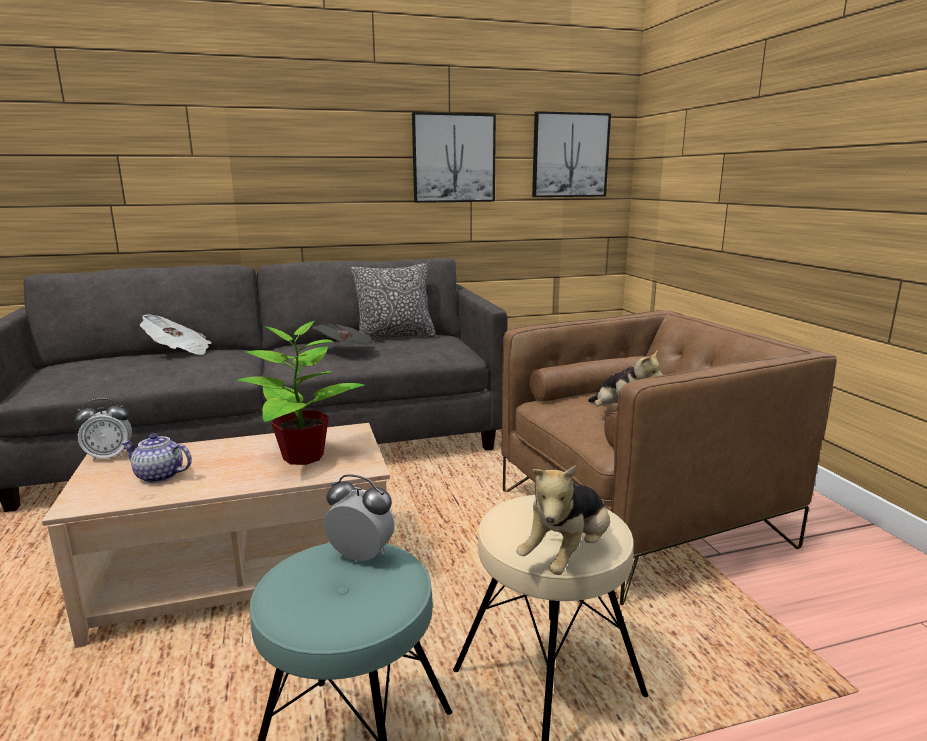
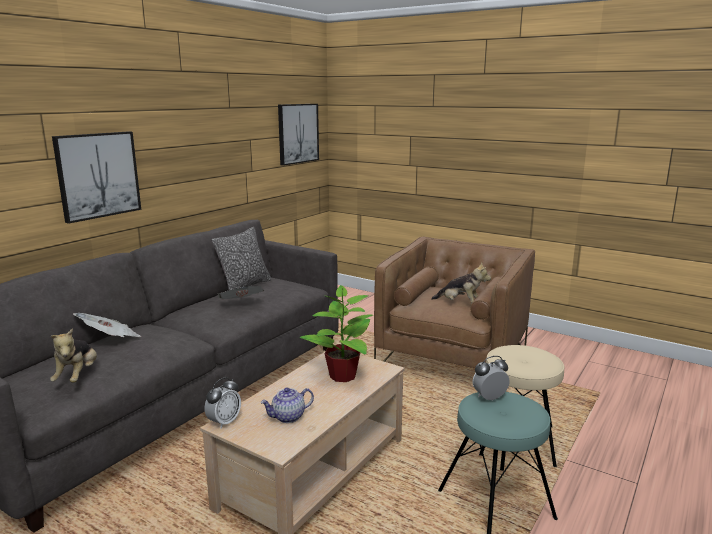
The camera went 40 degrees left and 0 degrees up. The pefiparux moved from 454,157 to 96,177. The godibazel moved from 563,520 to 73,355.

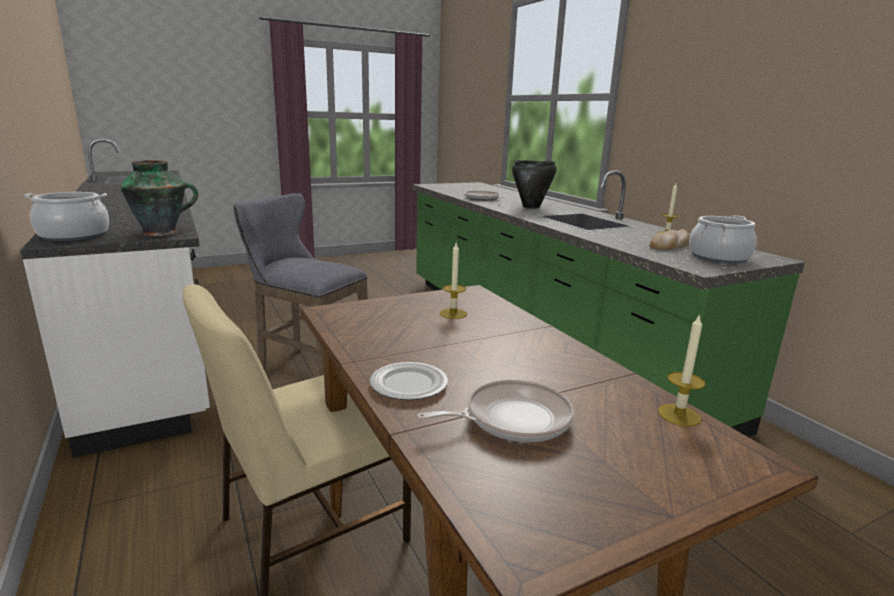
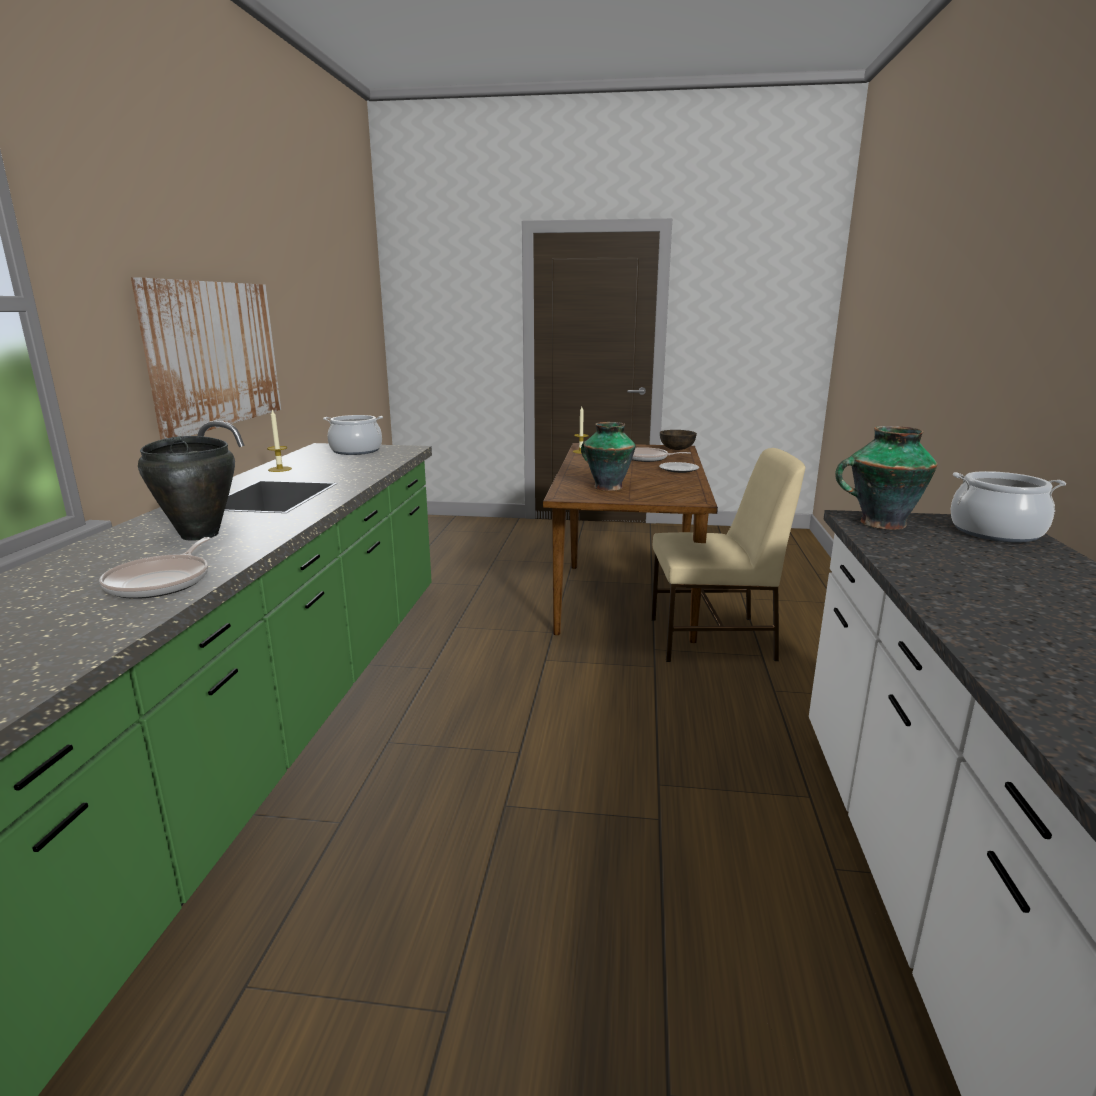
The camera went 145 degrees left and 0 degrees up. The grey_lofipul at 301,284 disappeared. The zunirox at 669,239 disappeared. The pefiparux at 206,358 appeared. The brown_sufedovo at 678,440 appeared. The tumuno at 453,281 was replaced by the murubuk at 608,456.

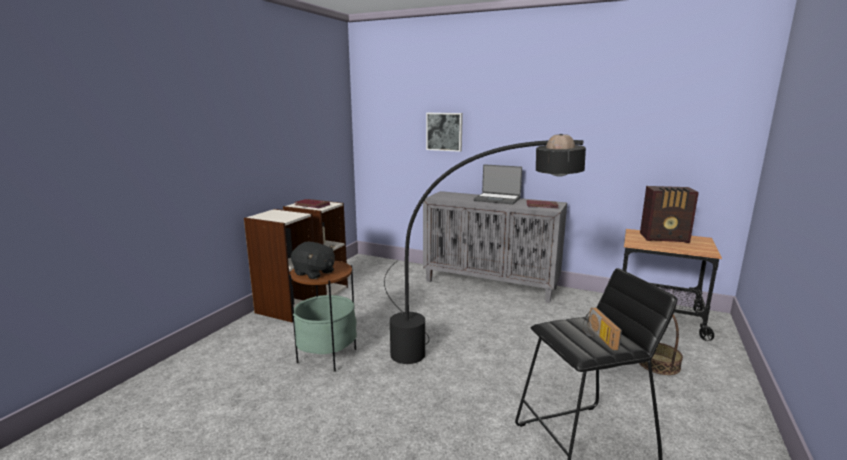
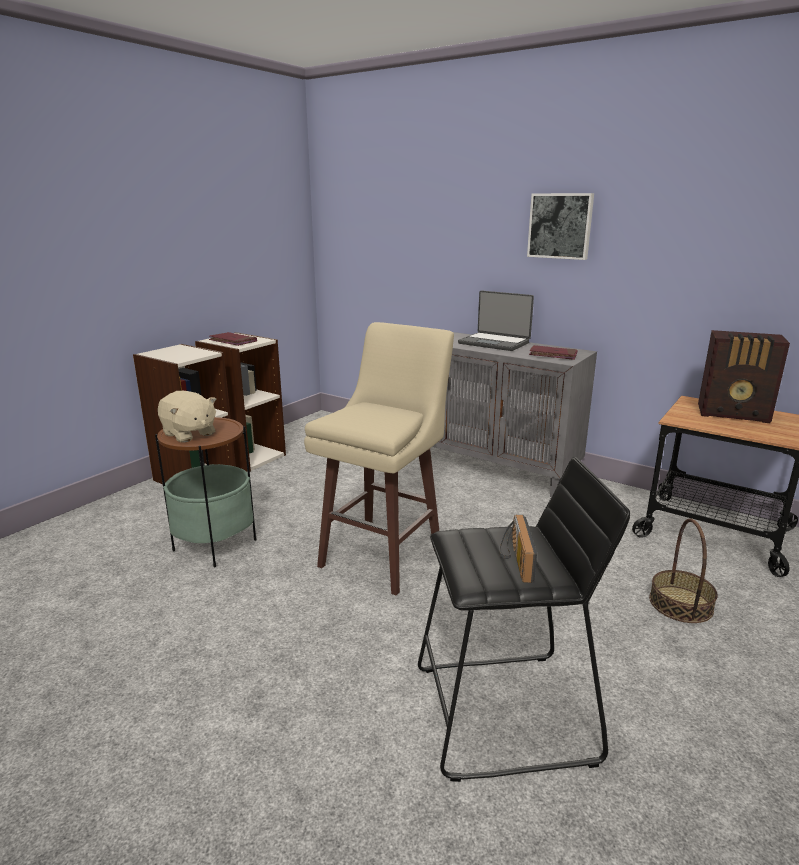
The camera went 10 degrees right and 5 degrees up. The pefiparux moved from 444,132 to 560,226. The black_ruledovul at 485,249 was replaced by the beige_lofipul at 379,459. The black_godibazel at 313,260 became the beige_godibazel at 187,417.

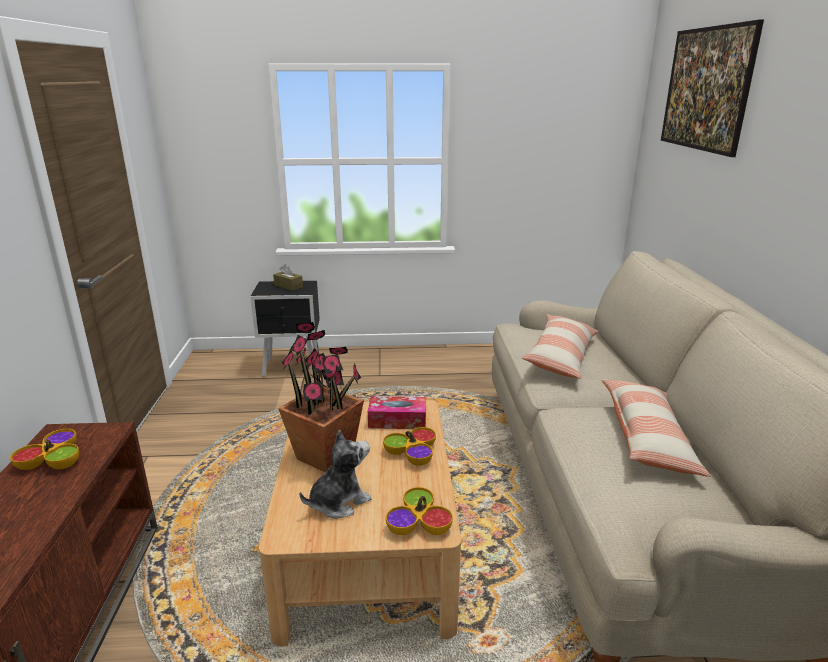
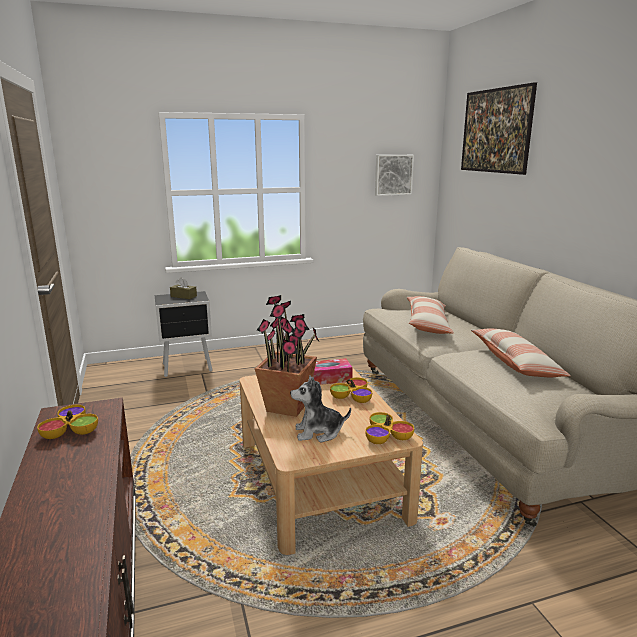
The camera went 15 degrees left and 5 degrees down. The pefiparux at 394,175 appeared. The godibazel at 336,474 turned 135 degrees counterclockwise.

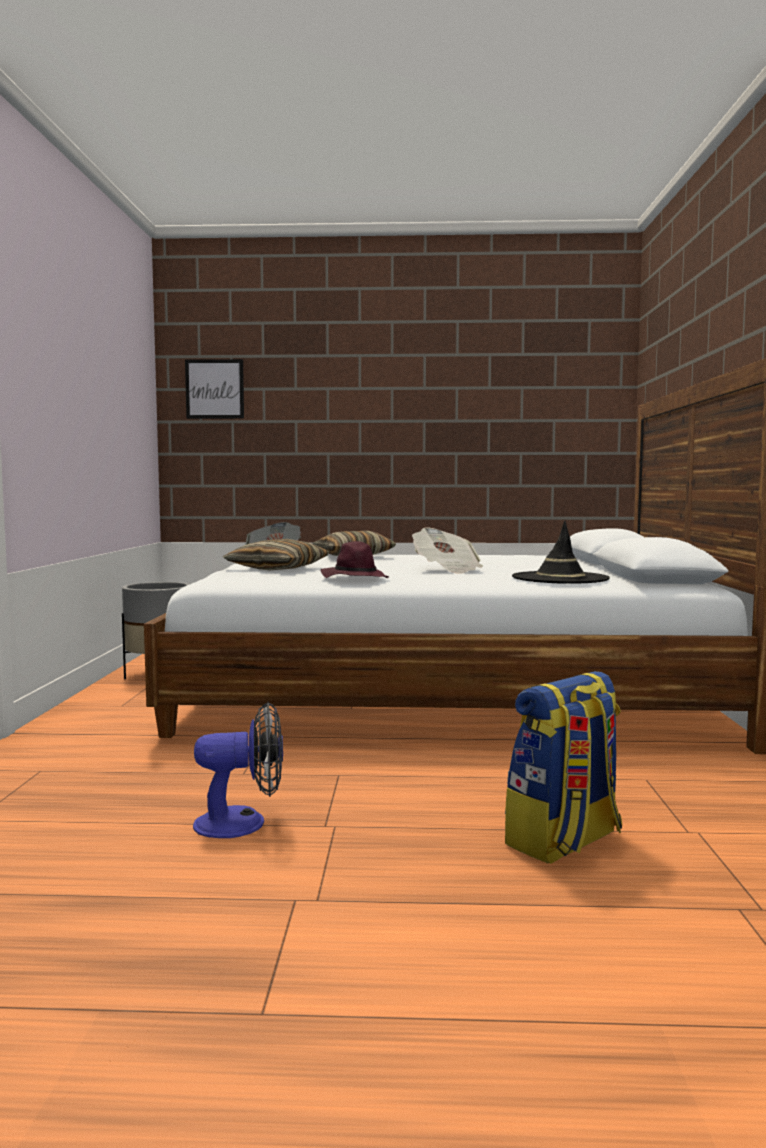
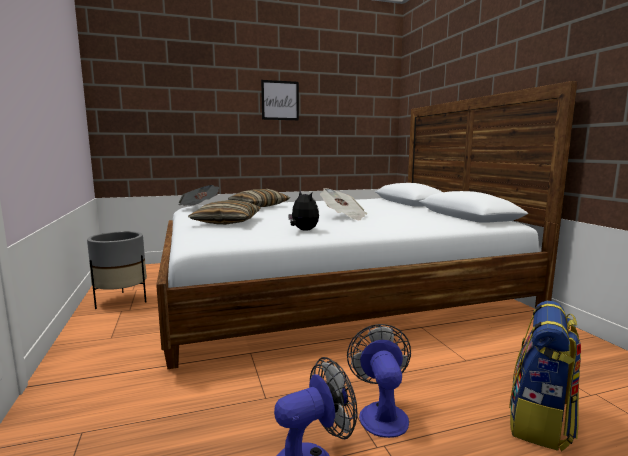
The camera went 20 degrees left and 5 degrees up. The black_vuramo at 561,552 disappeared. The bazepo at 379,381 appeared. The pefiparux moved from 214,389 to 280,100. The purple_vuramo at 354,560 was replaced by the godibazel at 303,211.

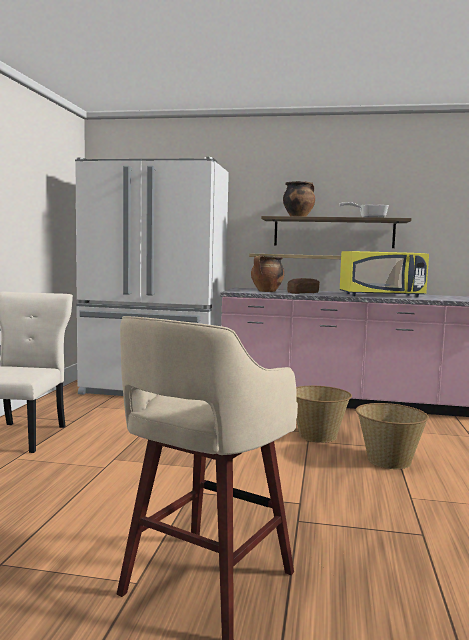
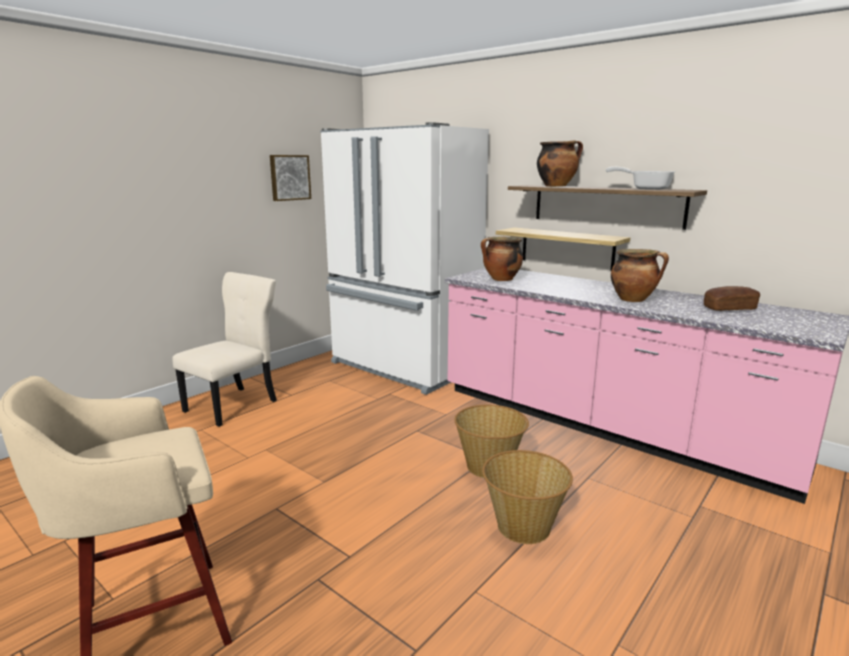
The camera went 30 degrees right and 10 degrees up. The pefiparux at 290,178 appeared. The zunirox moved from 303,286 to 732,298. The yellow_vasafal at 384,274 was replaced by the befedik at 640,275.

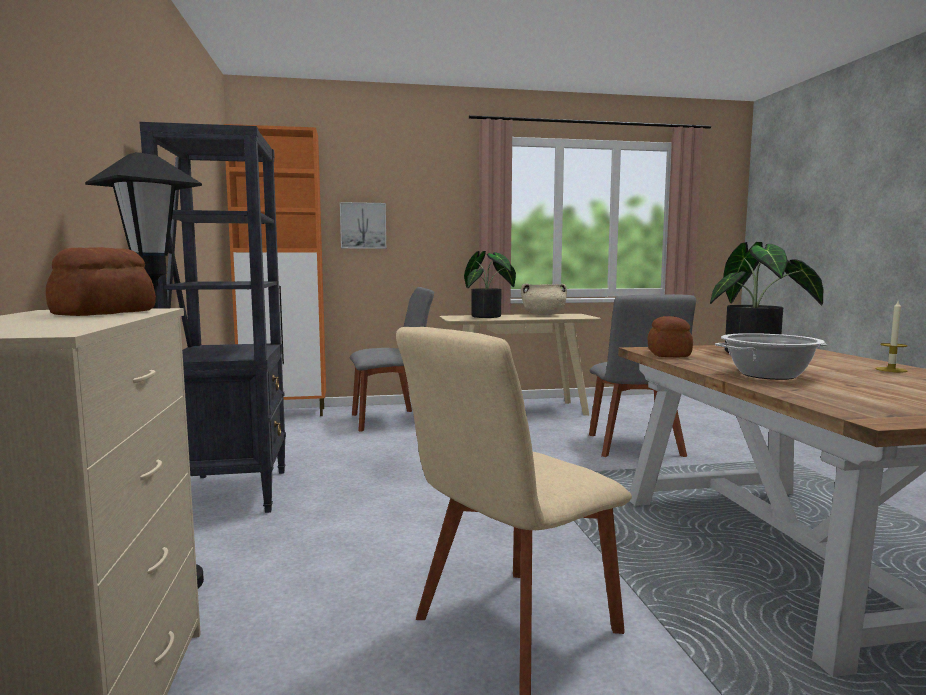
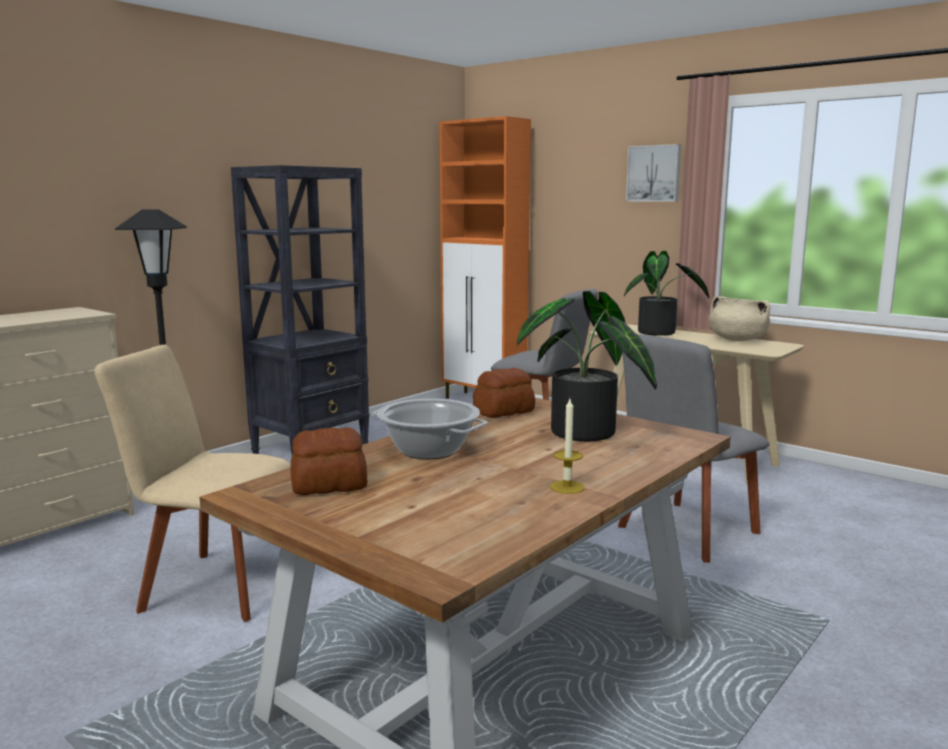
The camera went 50 degrees right and 5 degrees up. The zunirox moved from 101,281 to 329,461. The pefiparux moved from 363,225 to 653,173.

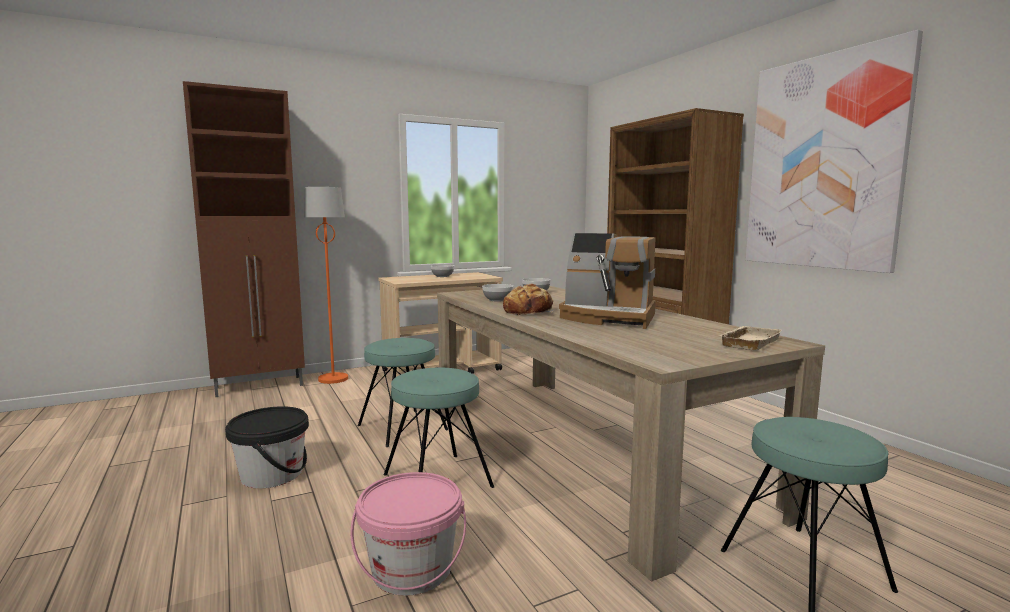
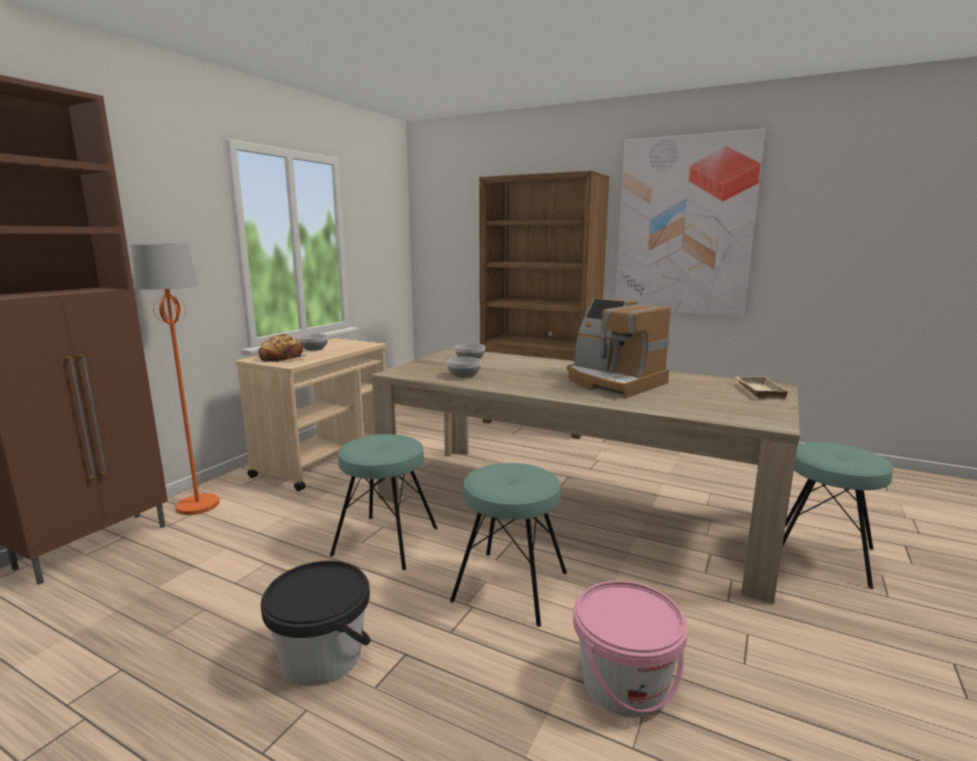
The camera went 35 degrees left and 5 degrees up. The zunirox moved from 528,300 to 282,347. The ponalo at 607,281 turned 60 degrees clockwise.

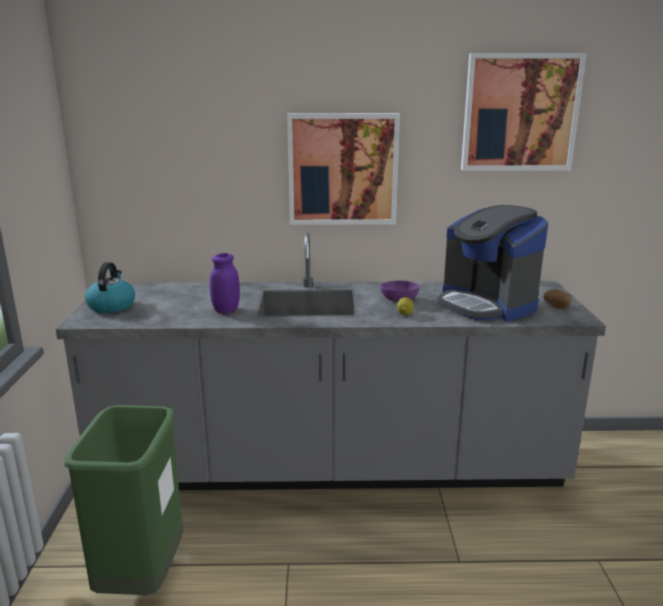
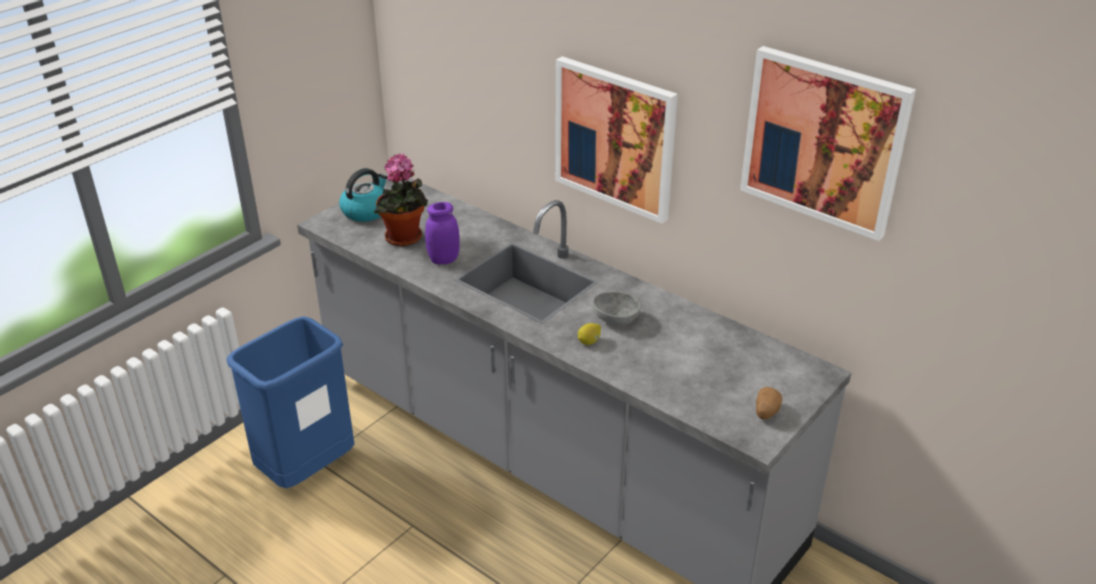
The camera went 40 degrees right and 15 degrees up. The ponalo at 492,263 disappeared. The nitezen at 401,200 appeared. The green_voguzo at 123,500 became the blue_voguzo at 290,402. The purple_sufedovo at 399,291 became the grey_sufedovo at 617,308.

